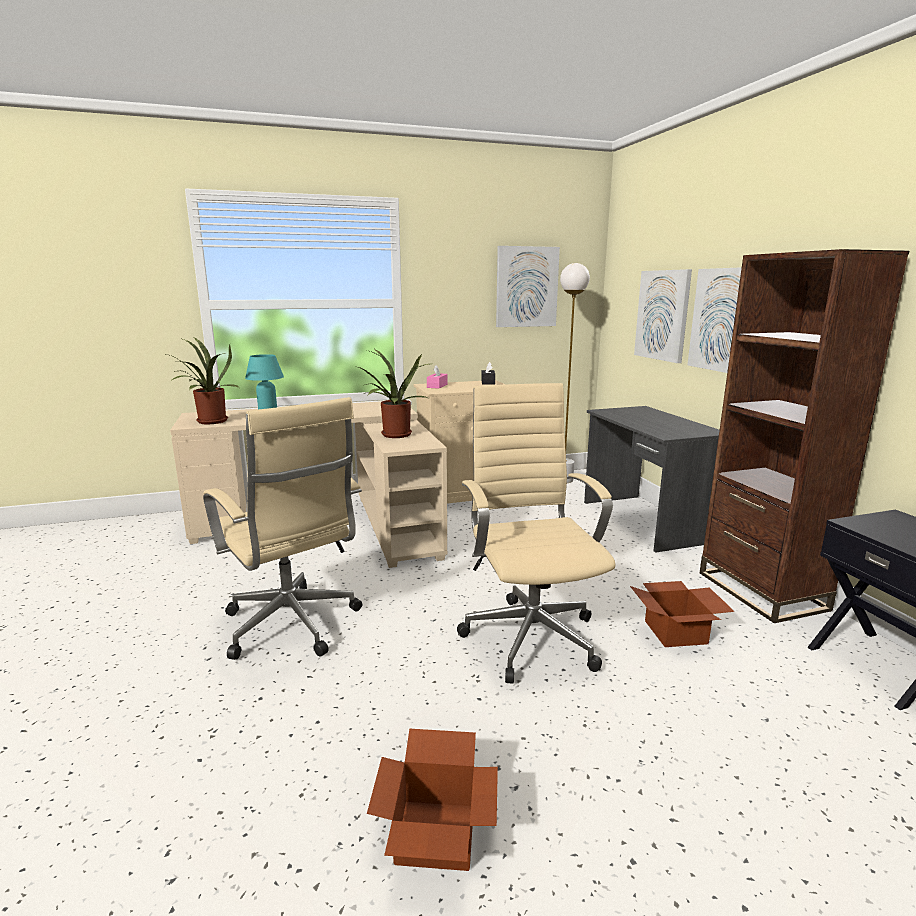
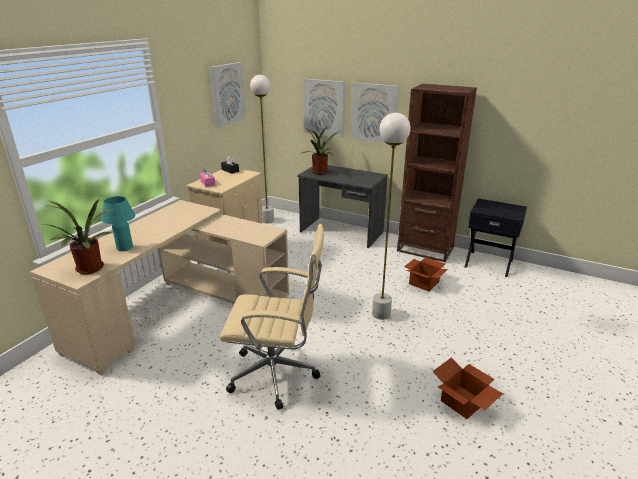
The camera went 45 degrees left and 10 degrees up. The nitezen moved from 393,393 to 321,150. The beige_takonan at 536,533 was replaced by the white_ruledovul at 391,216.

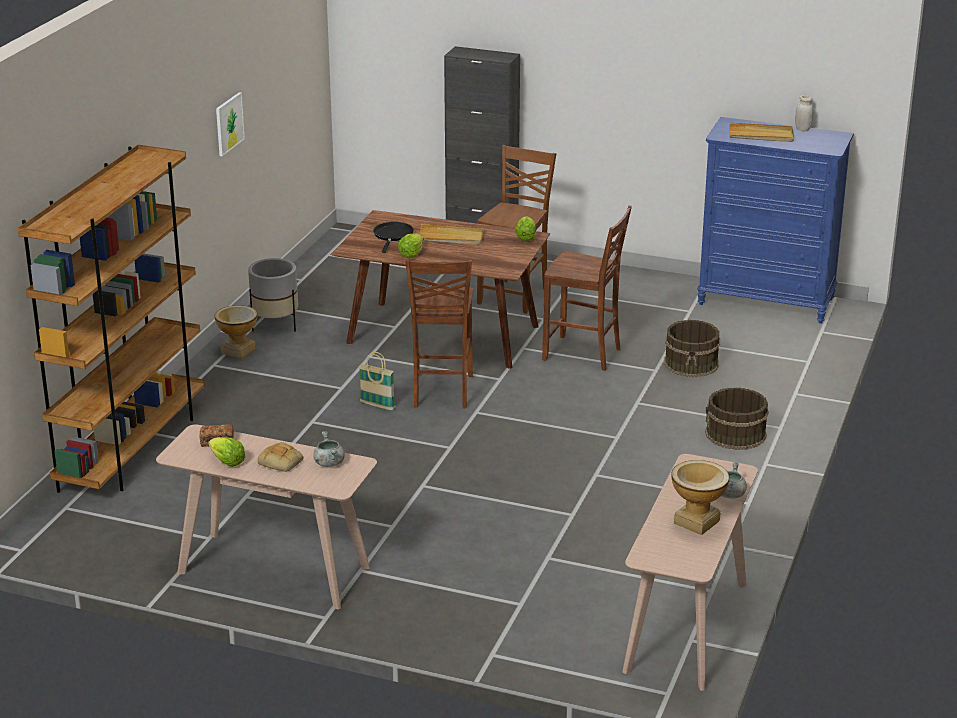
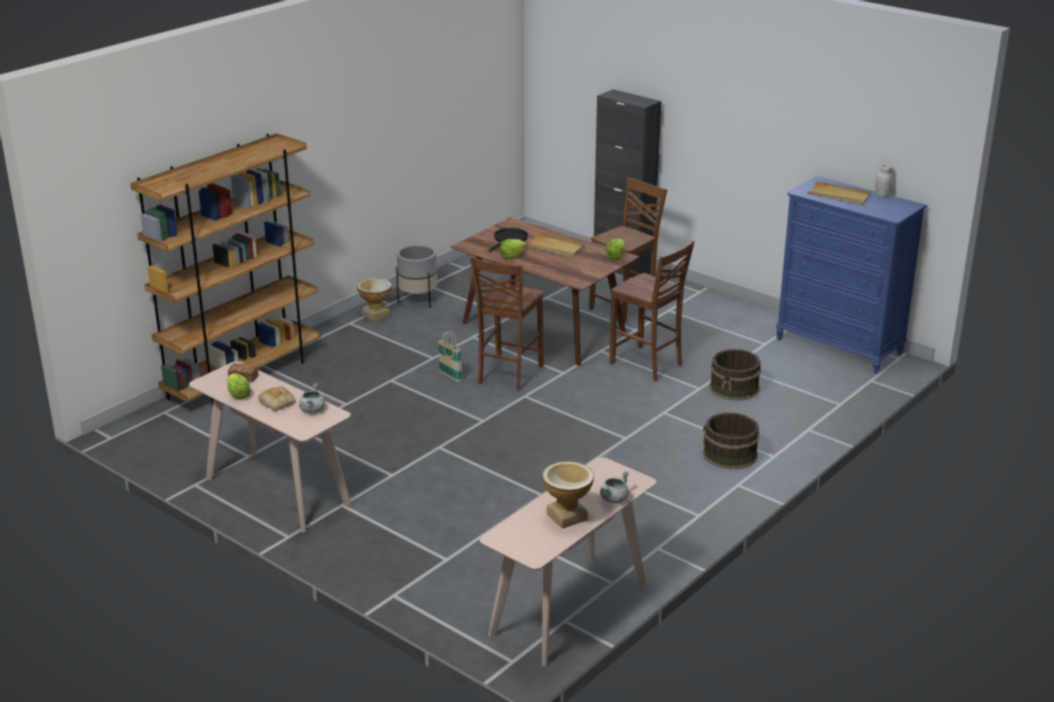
The camera went 20 degrees right and 0 degrees up. The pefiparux at 230,124 disappeared.

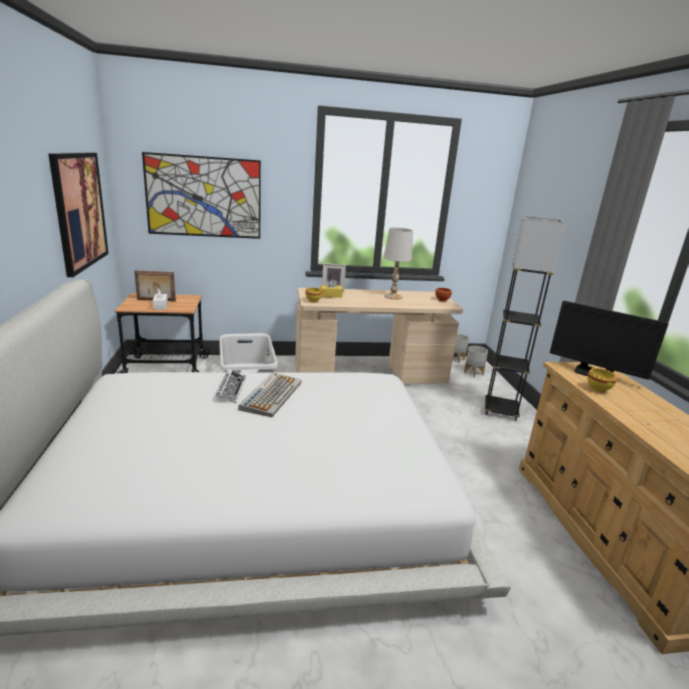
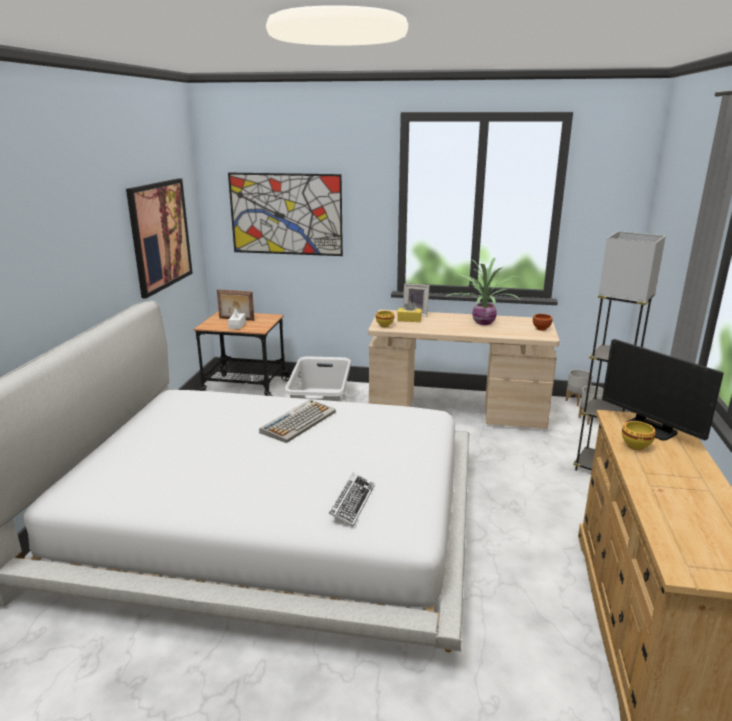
The camera went 20 degrees right and 0 degrees up. The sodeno moved from 231,386 to 352,499. The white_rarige at 398,263 was replaced by the nitezen at 482,291.

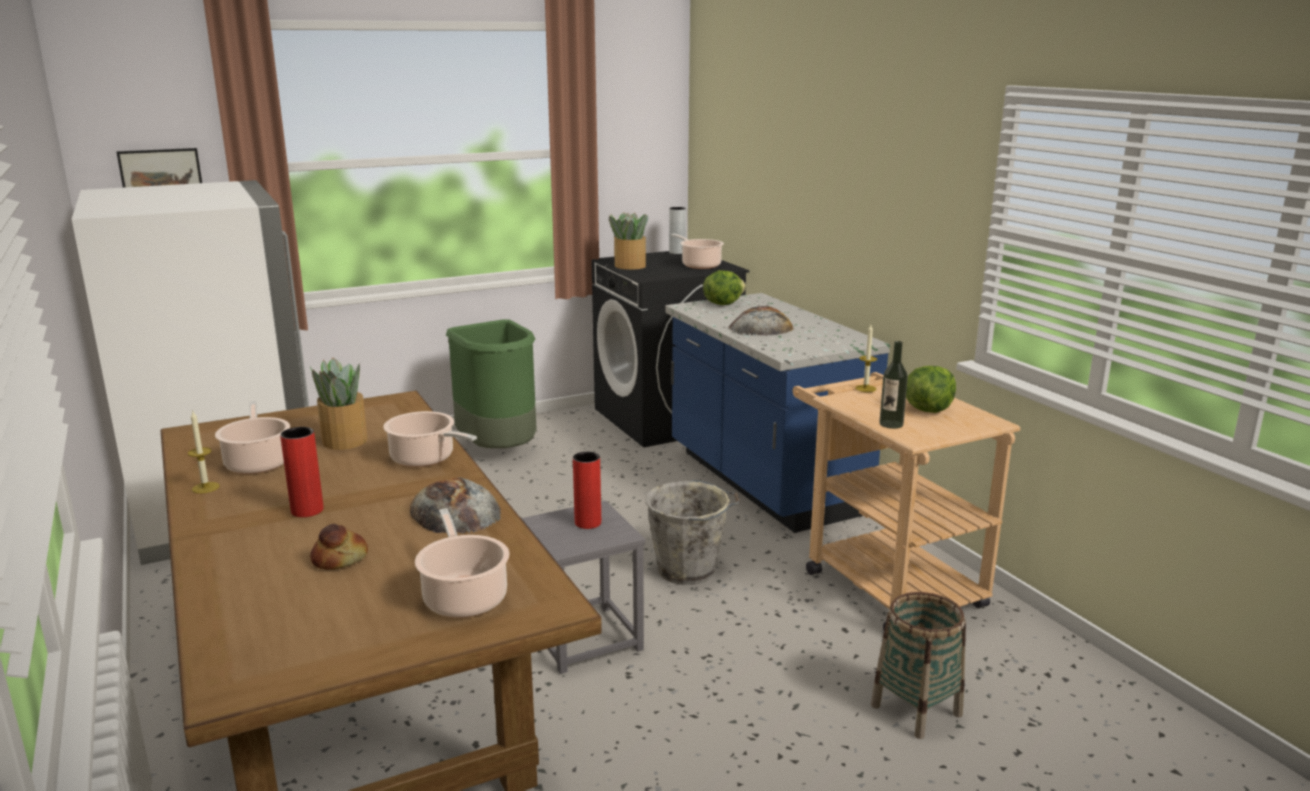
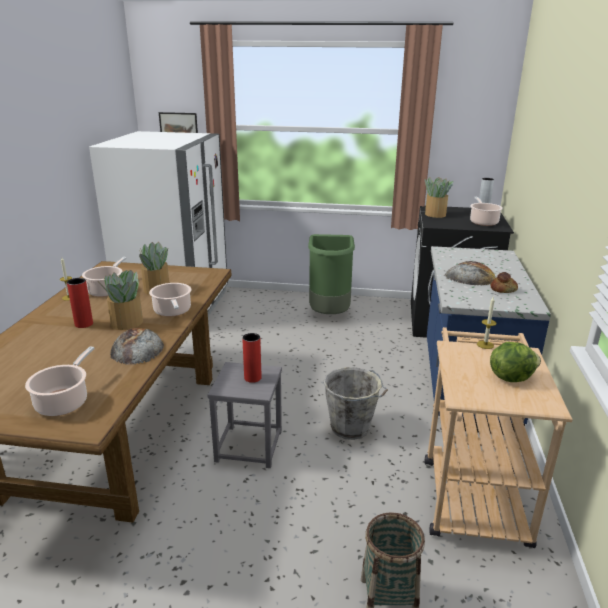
The camera went 35 degrees right and 5 degrees up. The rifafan at 724,287 disappeared. The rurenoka at 893,385 disappeared. The nitezen at 121,300 appeared. The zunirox moved from 339,547 to 504,282.

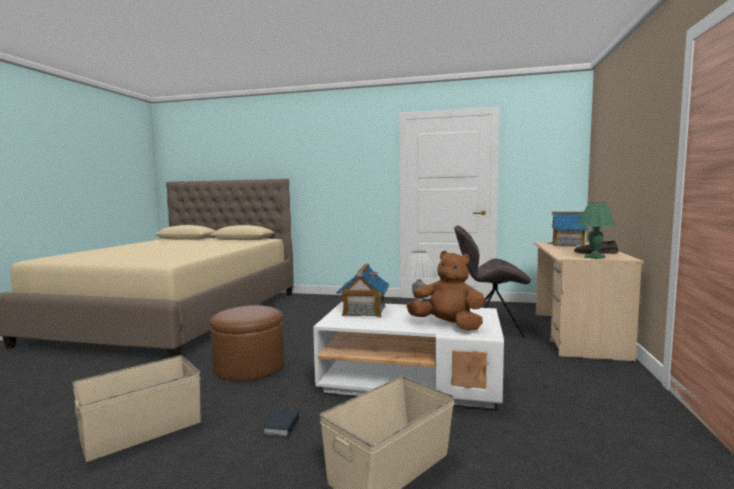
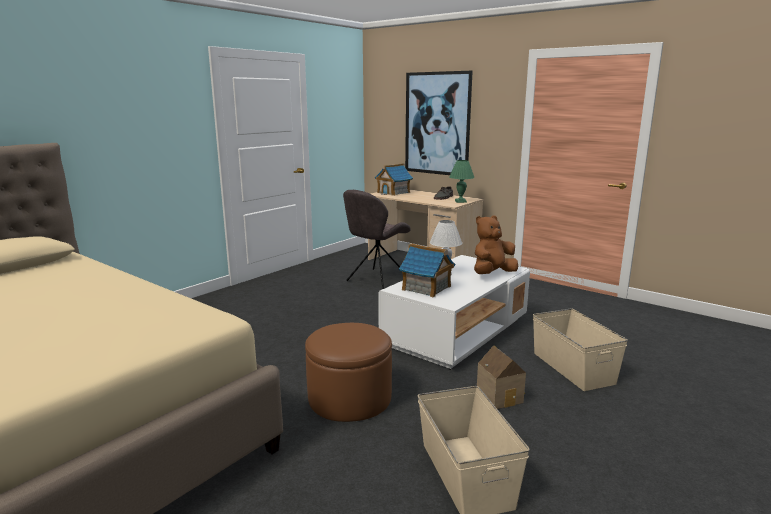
The camera went 65 degrees left and 10 degrees up. The pefiparux at 439,123 appeared. The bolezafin at 281,424 was replaced by the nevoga at 501,377.

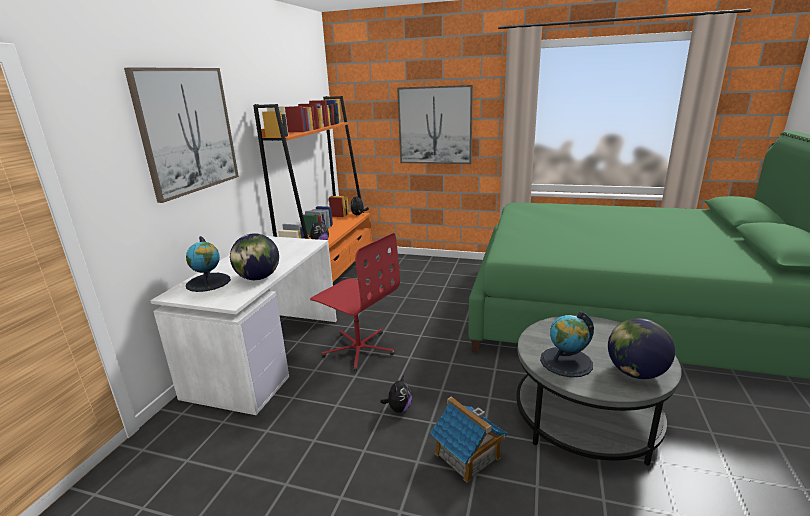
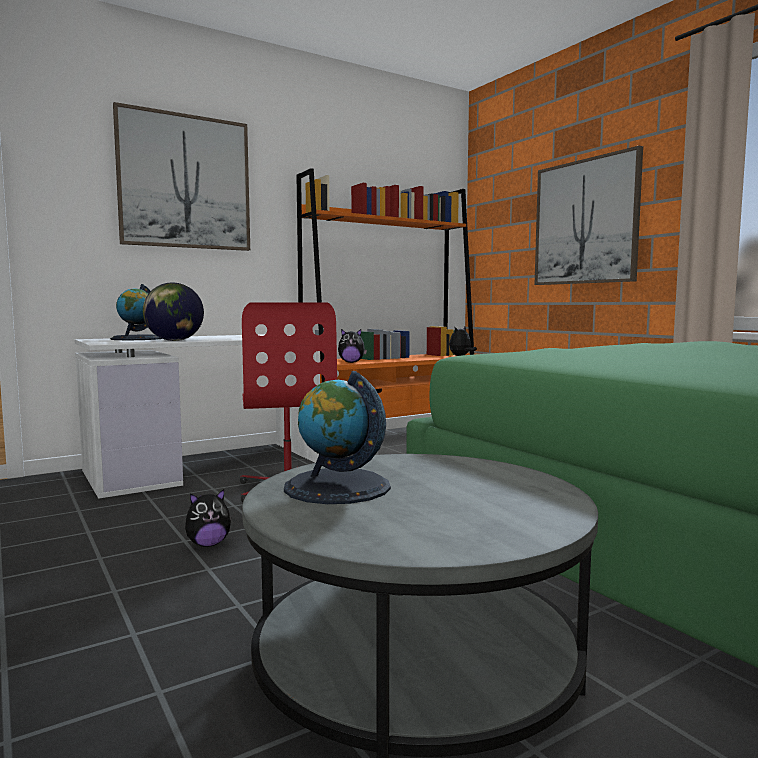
The camera went 40 degrees right and 15 degrees down. The nevoga at 468,439 disappeared. The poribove at 641,348 disappeared.

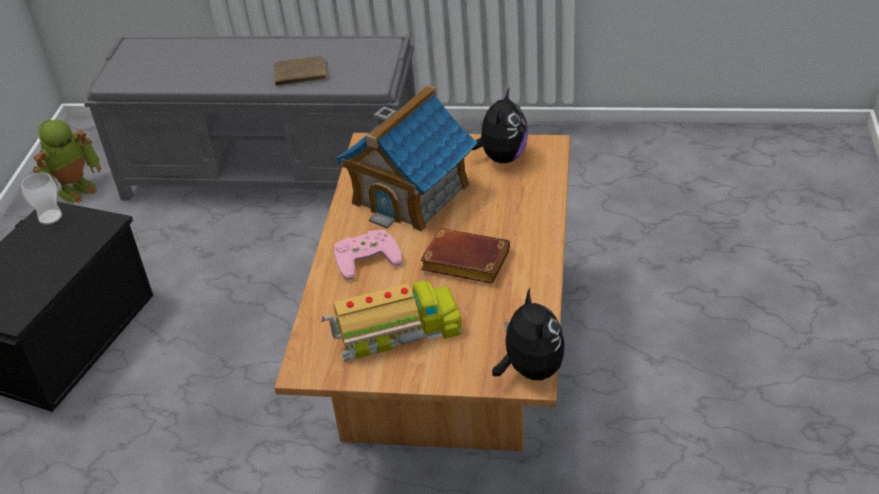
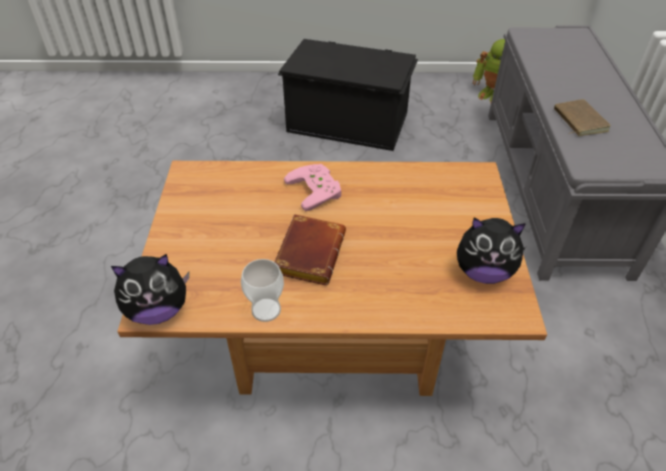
The camera went 80 degrees right and 5 degrees up. The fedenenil at 391,316 disappeared. The nevoga at 406,158 disappeared. The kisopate moved from 41,198 to 262,290.

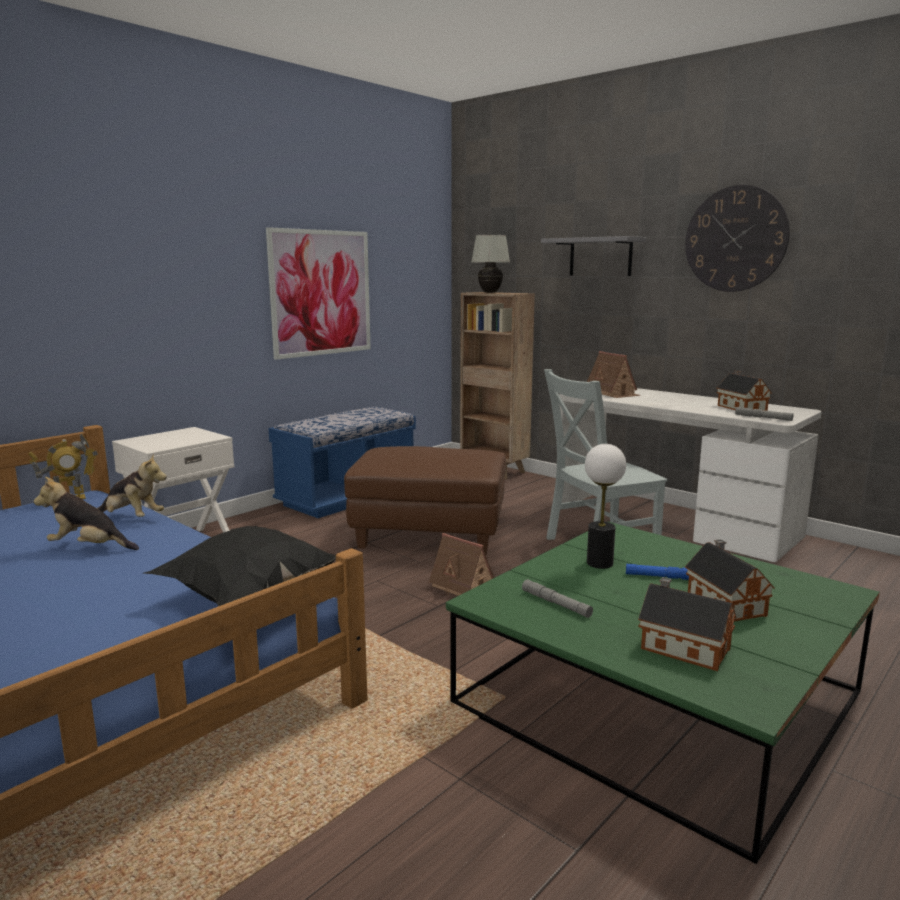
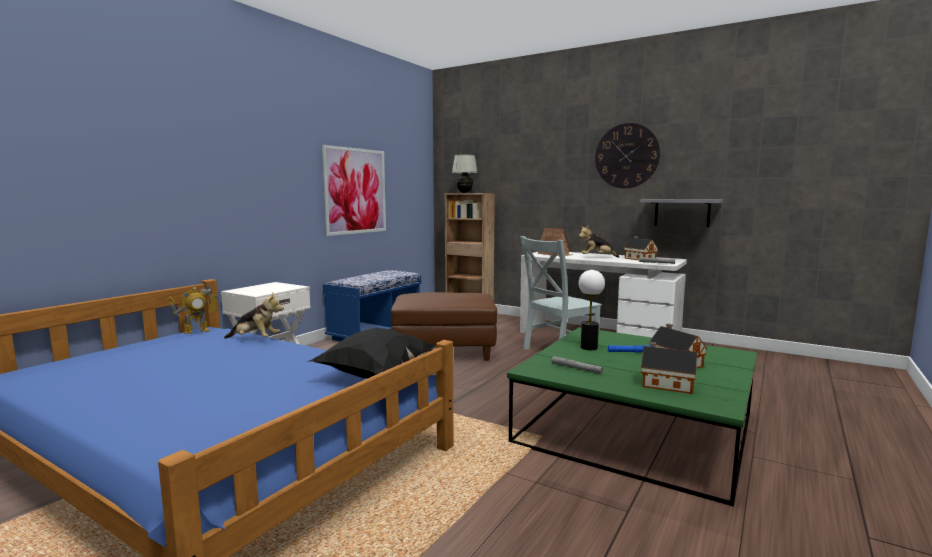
The camera went 10 degrees left and 5 degrees down. The nevoga at 461,564 disappeared. The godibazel moved from 86,513 to 599,241. The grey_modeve moved from 593,256 to 681,213.

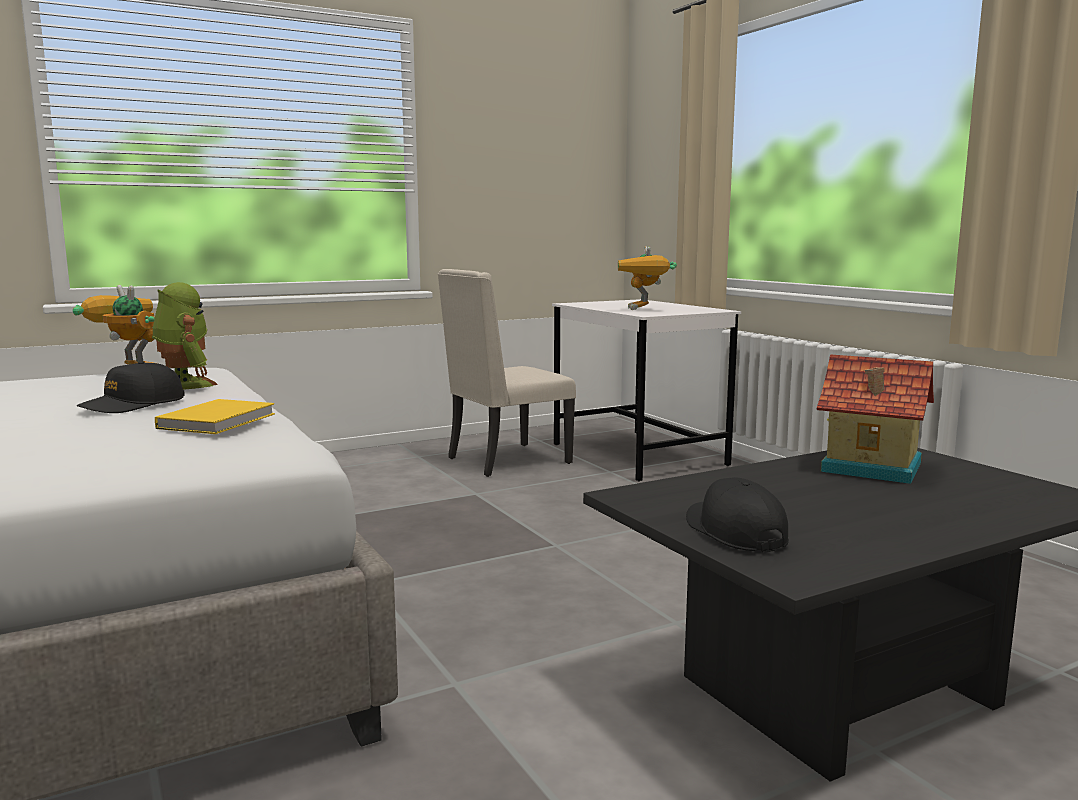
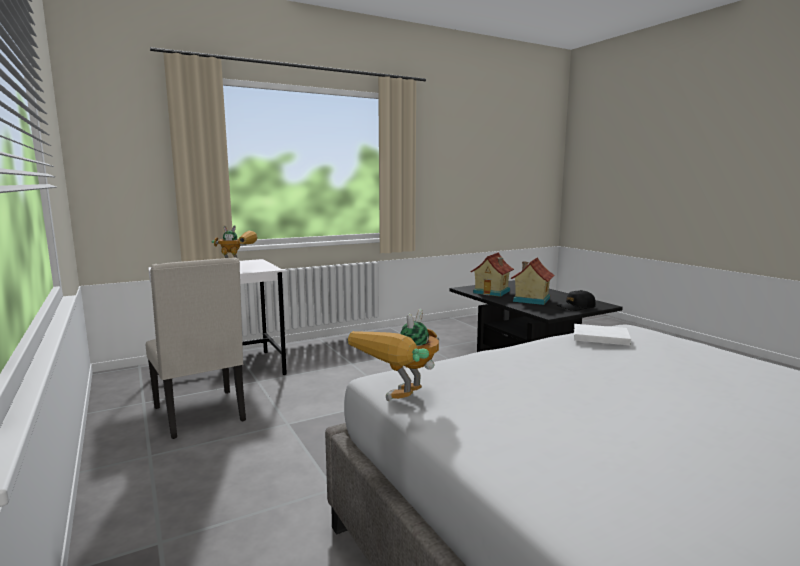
The camera went 90 degrees left and 0 degrees up. The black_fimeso at 130,387 disappeared. The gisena at 185,336 disappeared. The nevoga at 533,281 appeared. The yellow_bolezafin at 215,416 became the white_bolezafin at 602,335.

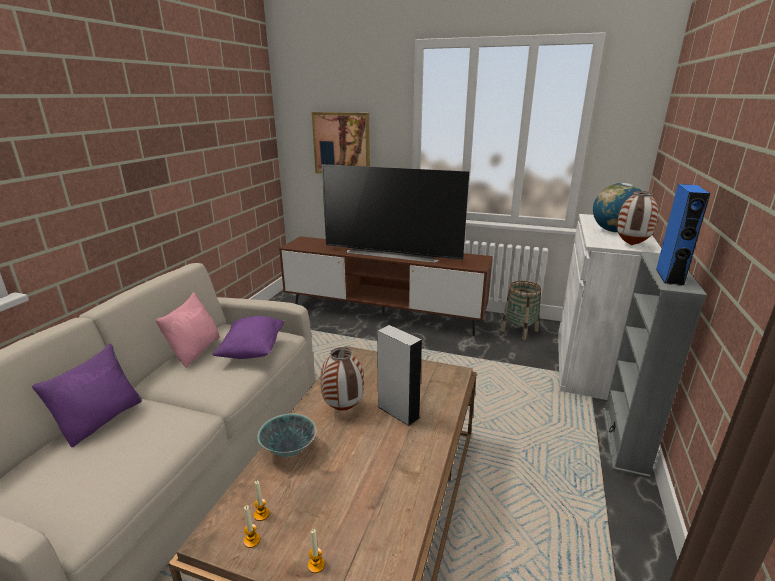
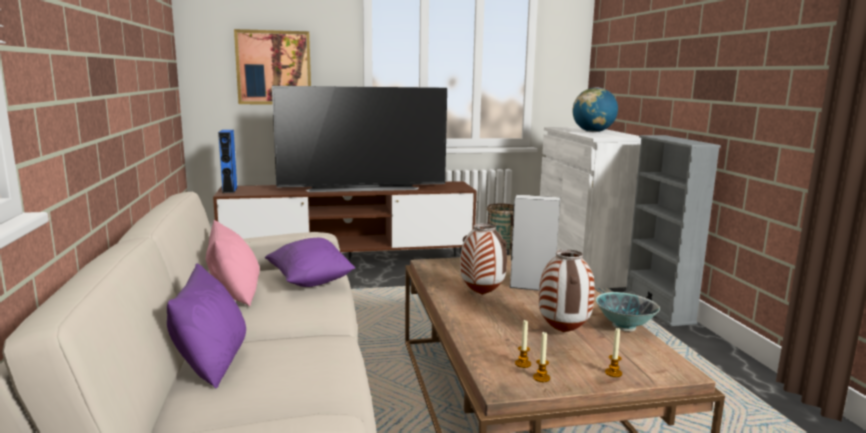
The camera went 30 degrees left and 10 degrees down. The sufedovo moved from 287,435 to 628,312. The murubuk moved from 637,218 to 567,290. The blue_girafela moved from 683,235 to 228,161.

